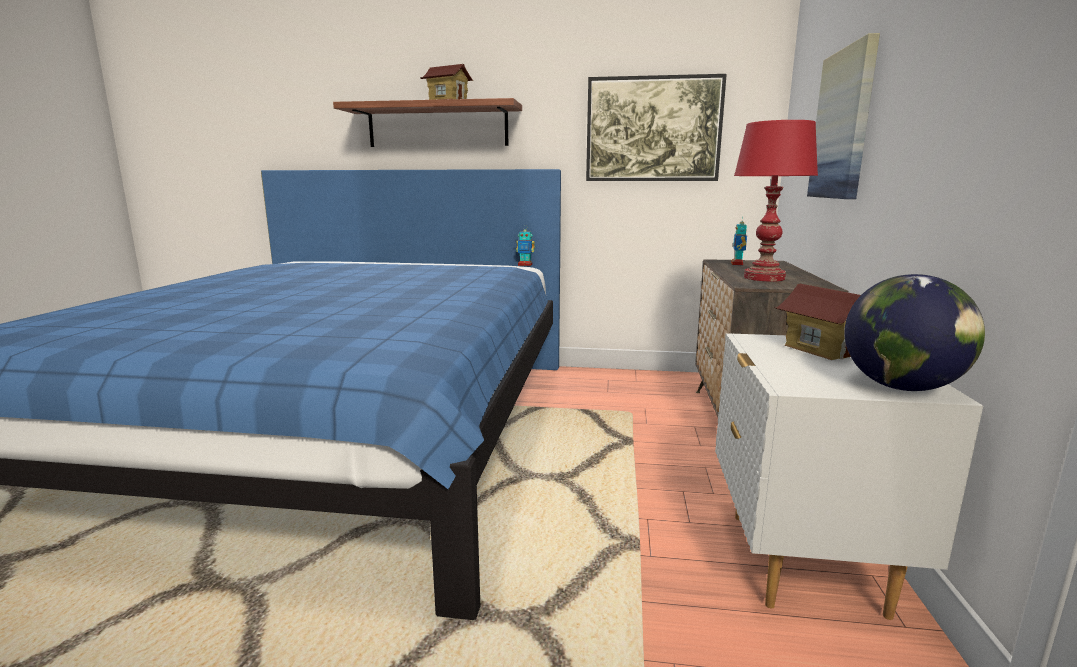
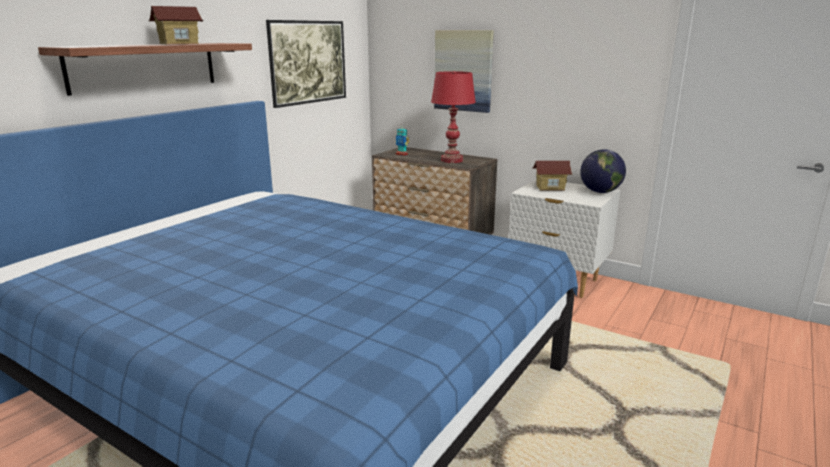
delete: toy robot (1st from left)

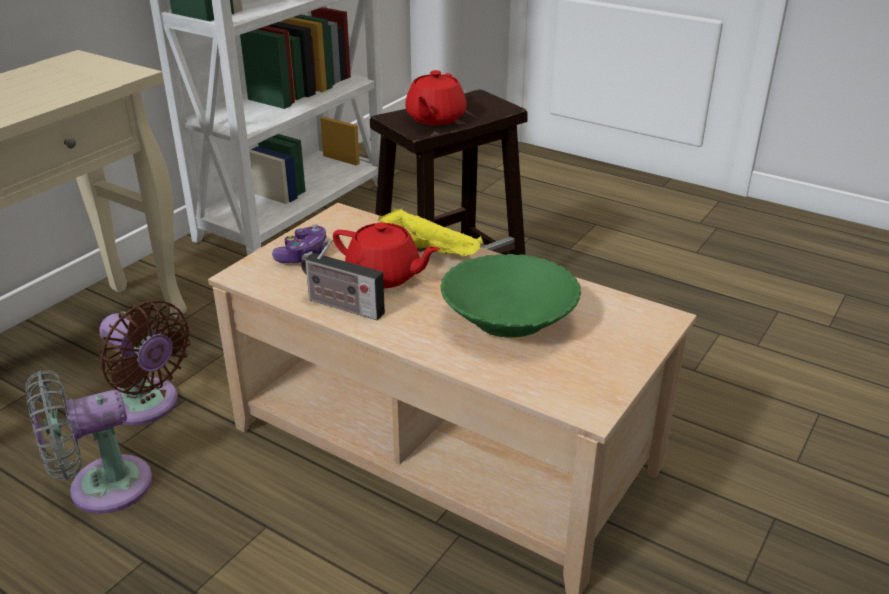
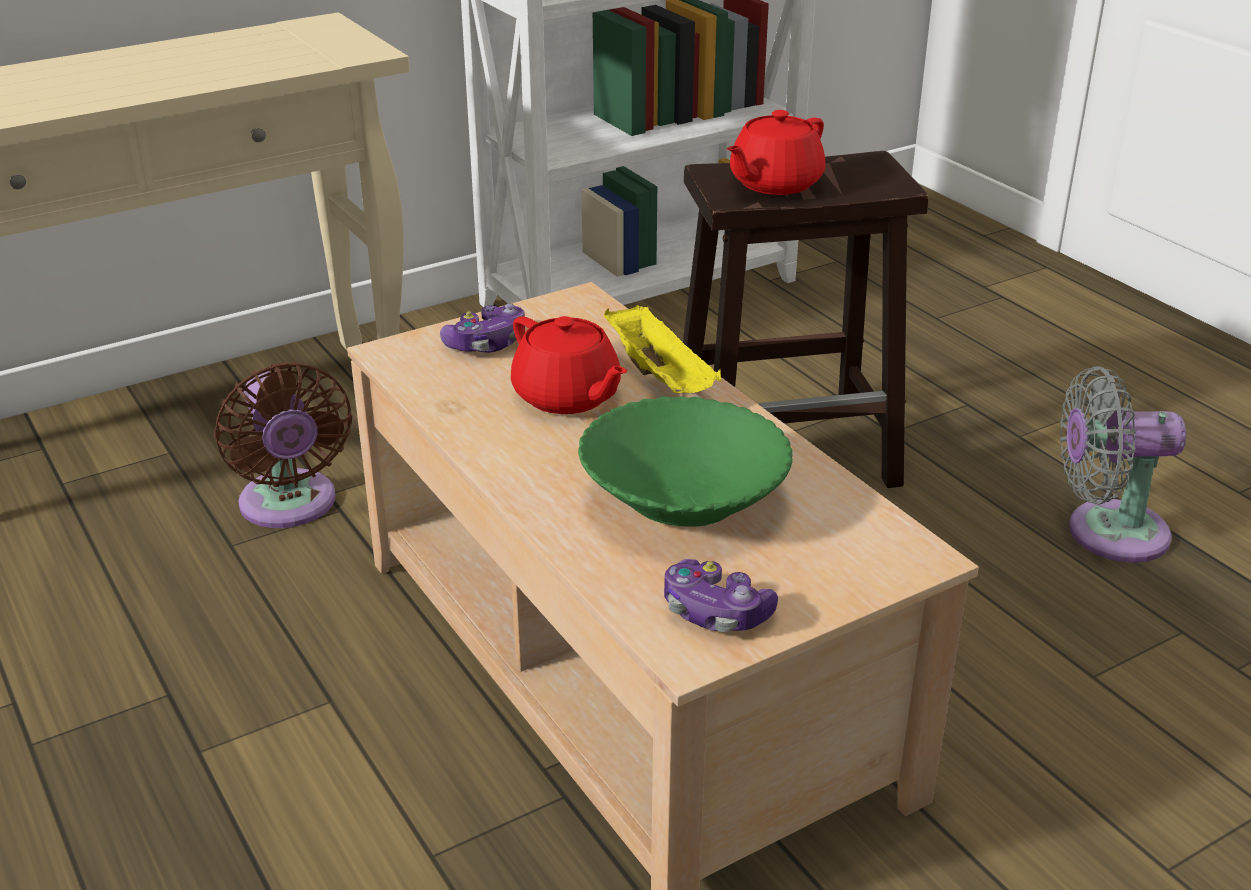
delete: radio
insert: game controller (2nd from left)
move: grey fan

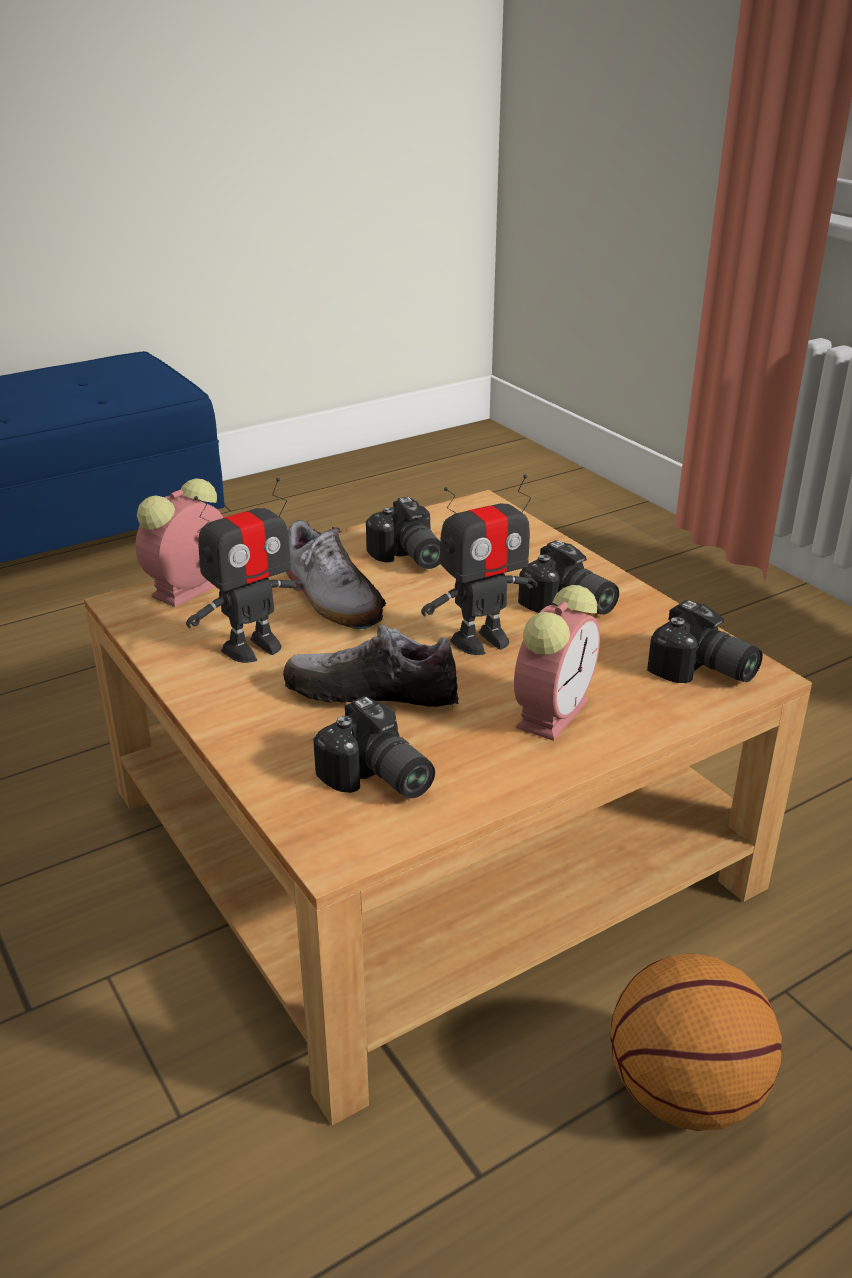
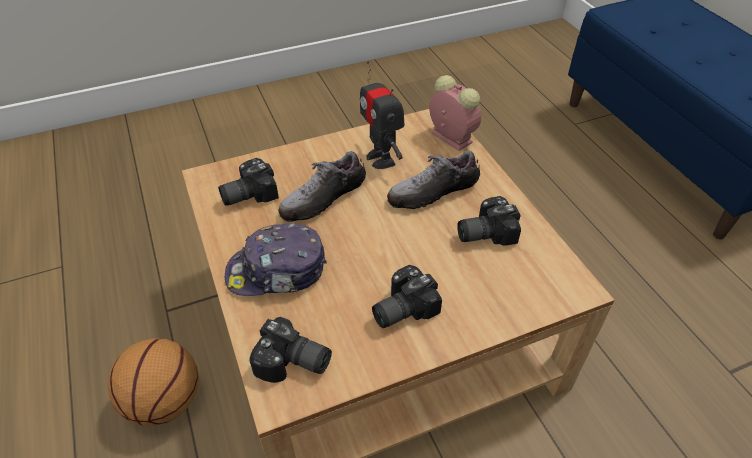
delete: toy robot (2nd from left)
replace: alarm clock (2nd from left) to cap
rotate: shoe (2nd from left in the first image) 150 degrees counterclockwise; photo camera (4th from left in the first image) 120 degrees counterclockwise

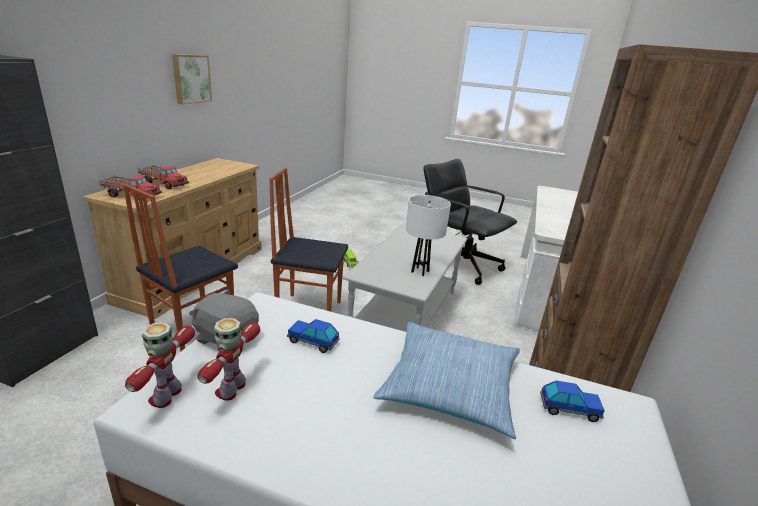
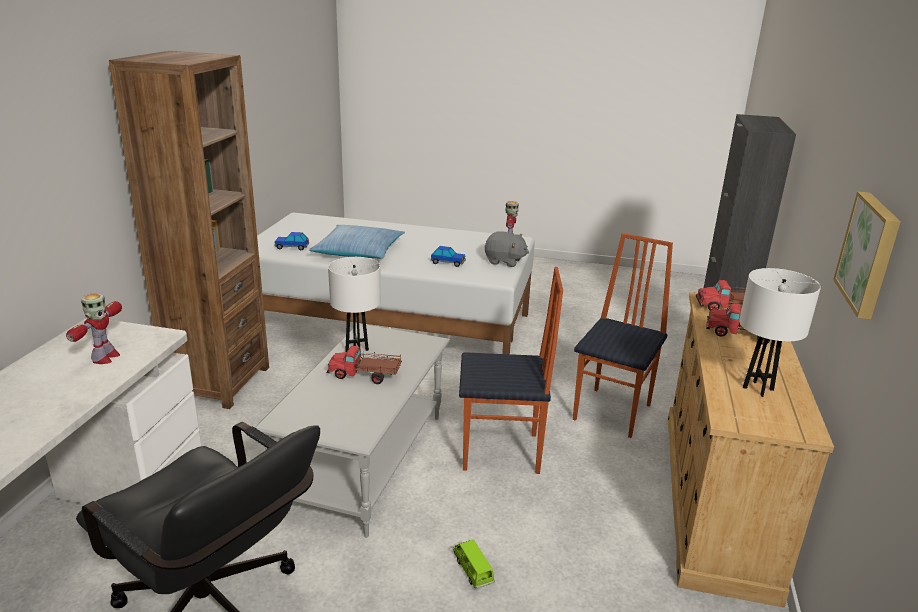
insert: toy truck (1st from left); white table lamp (2nd from left)
move: toy robot (2nd from left in the first image) to toy robot (1st from left)

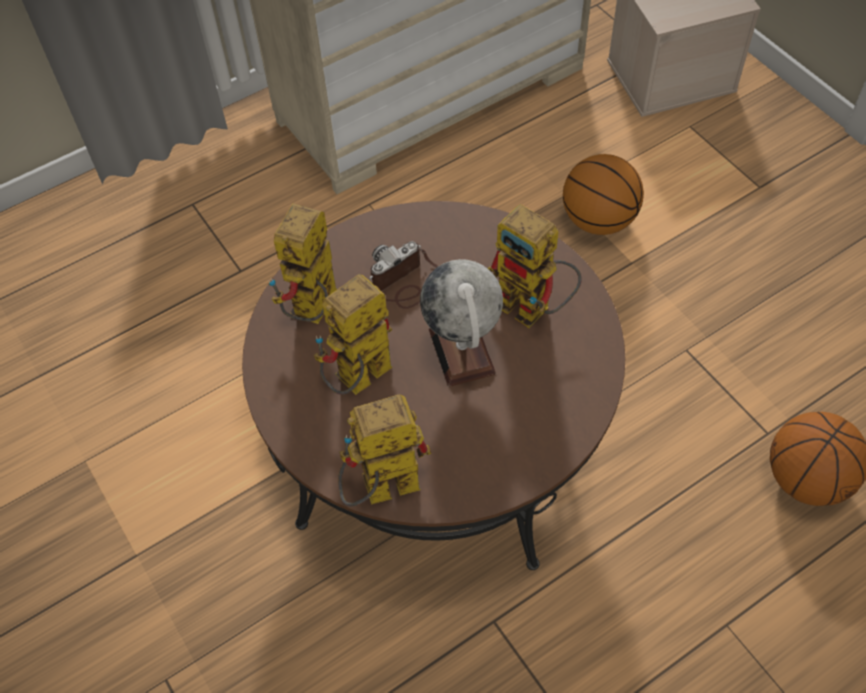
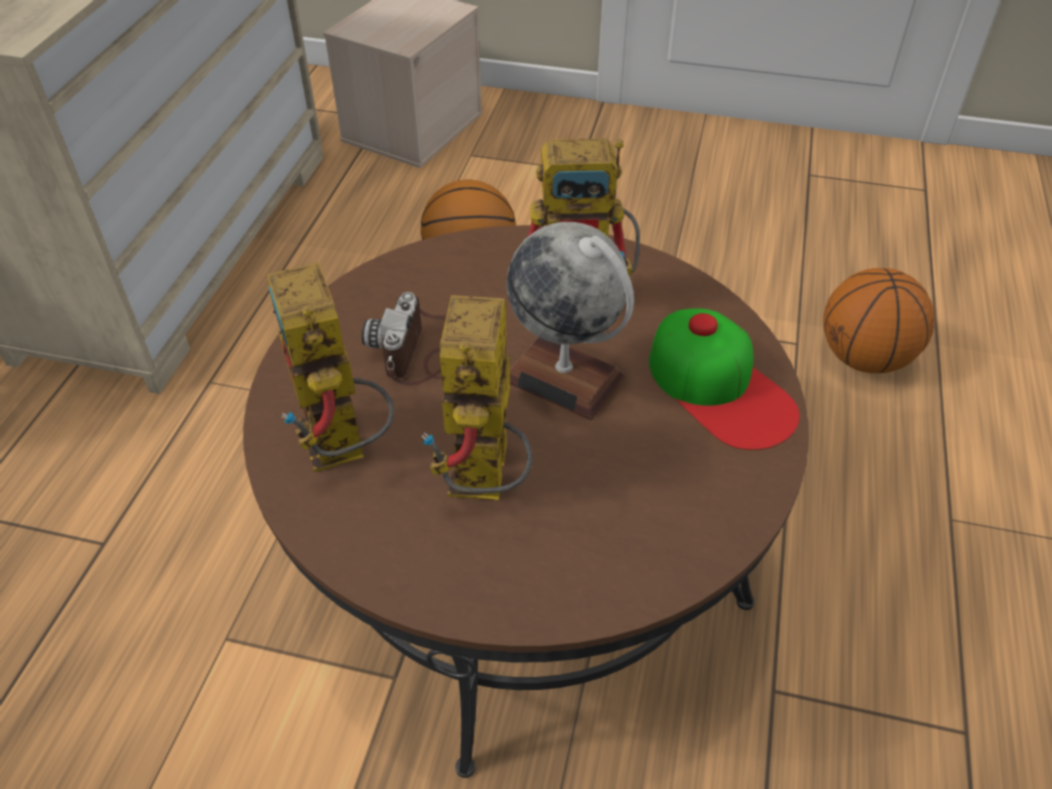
delete: toy robot (3rd from left)
insert: cap

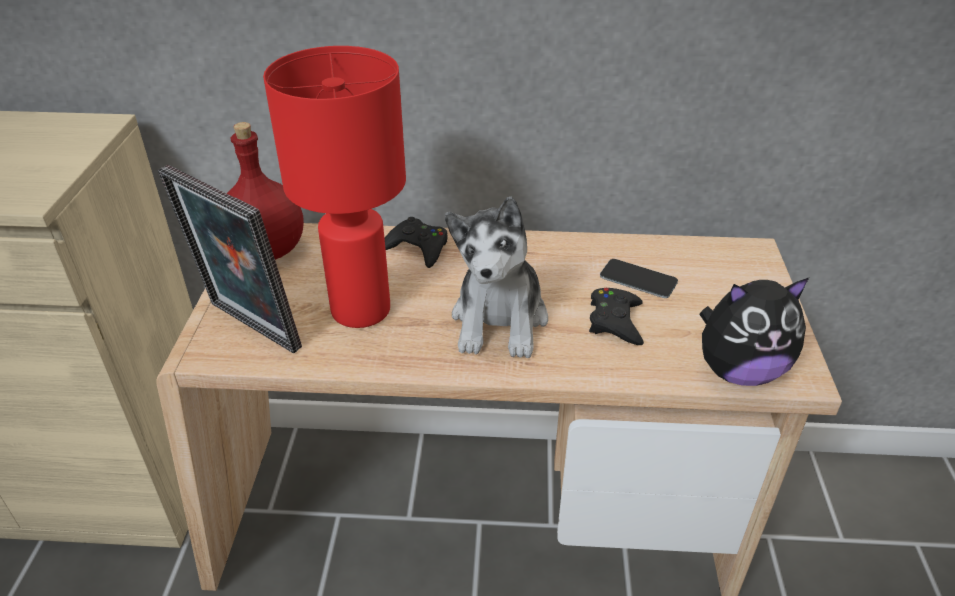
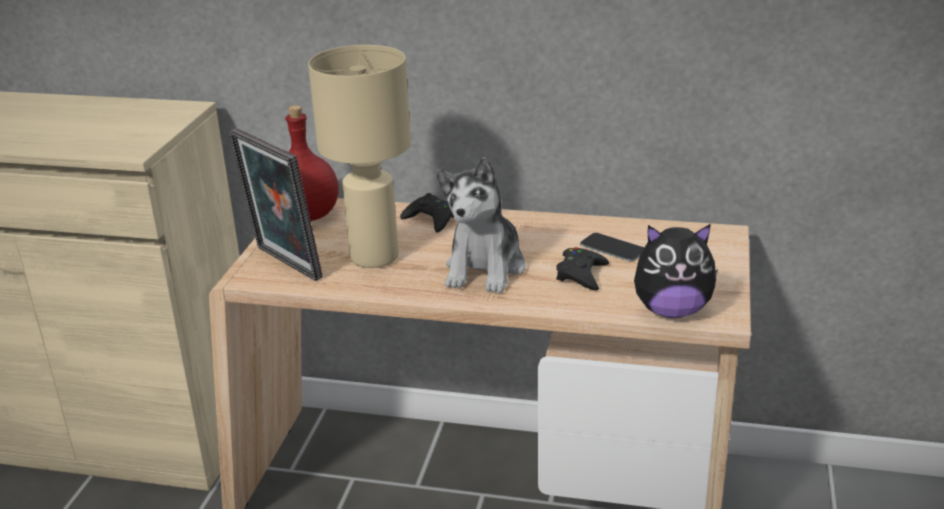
recolor: red table lamp to beige table lamp

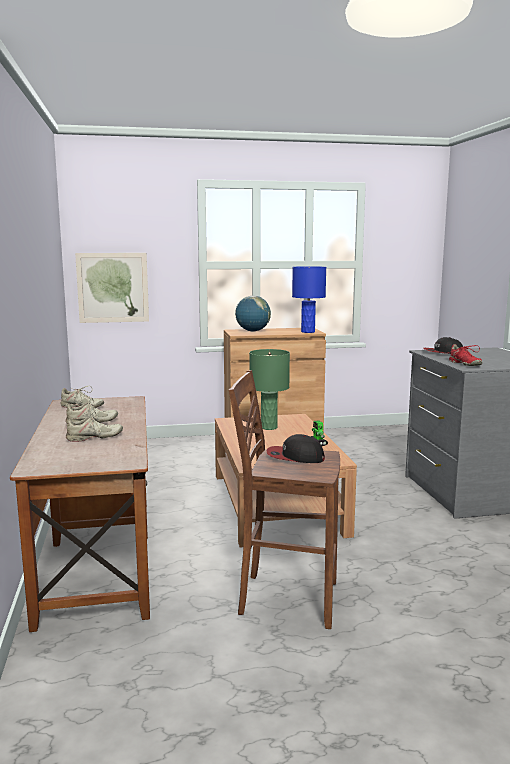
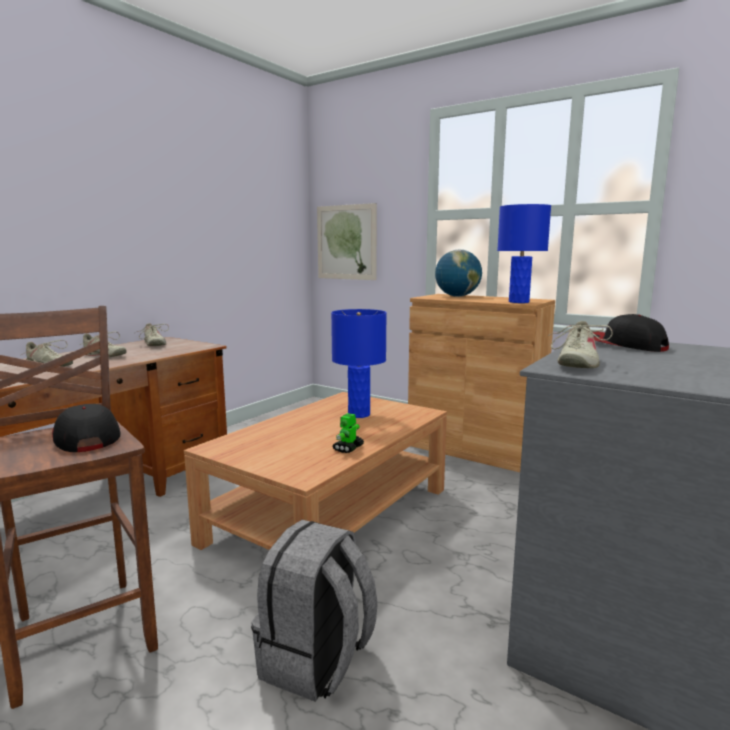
insert: grey backpack
recolor: green table lamp to blue table lamp (1st from left); red shoe to beige shoe (4th from left)

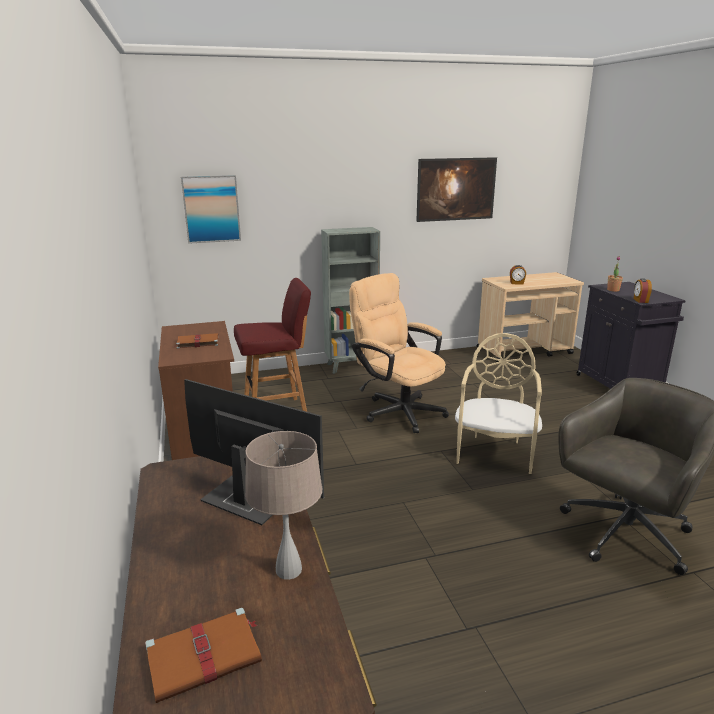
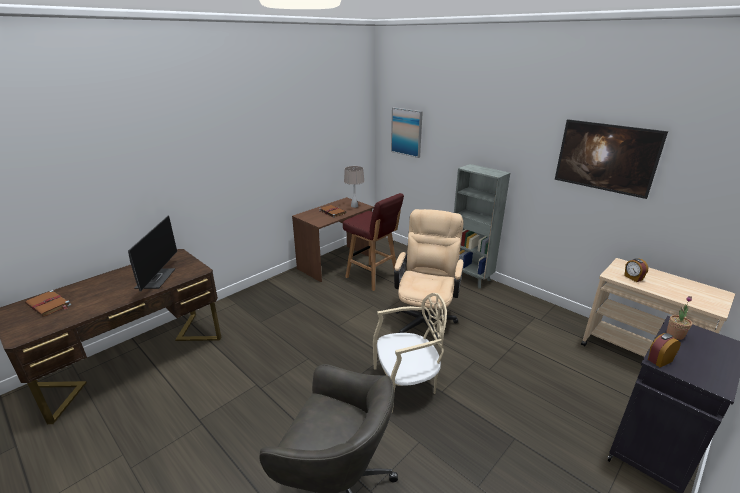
move: beige table lamp

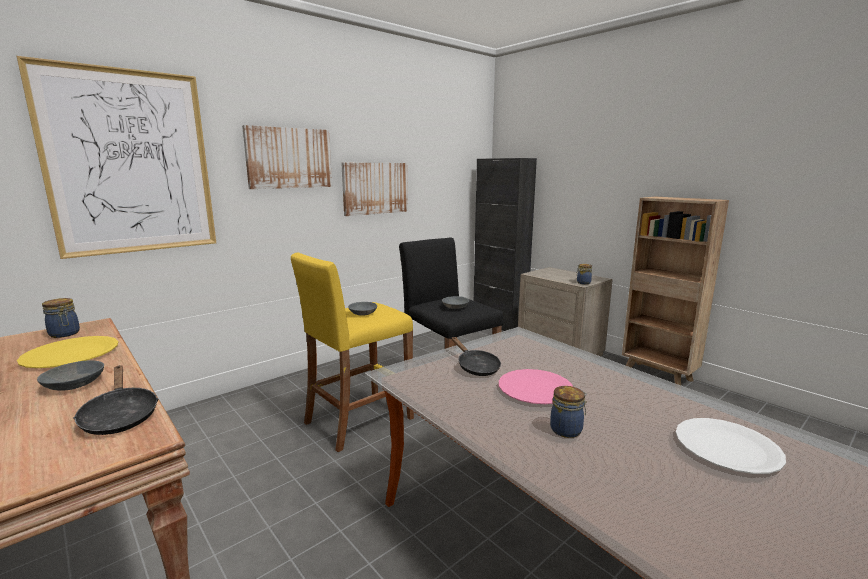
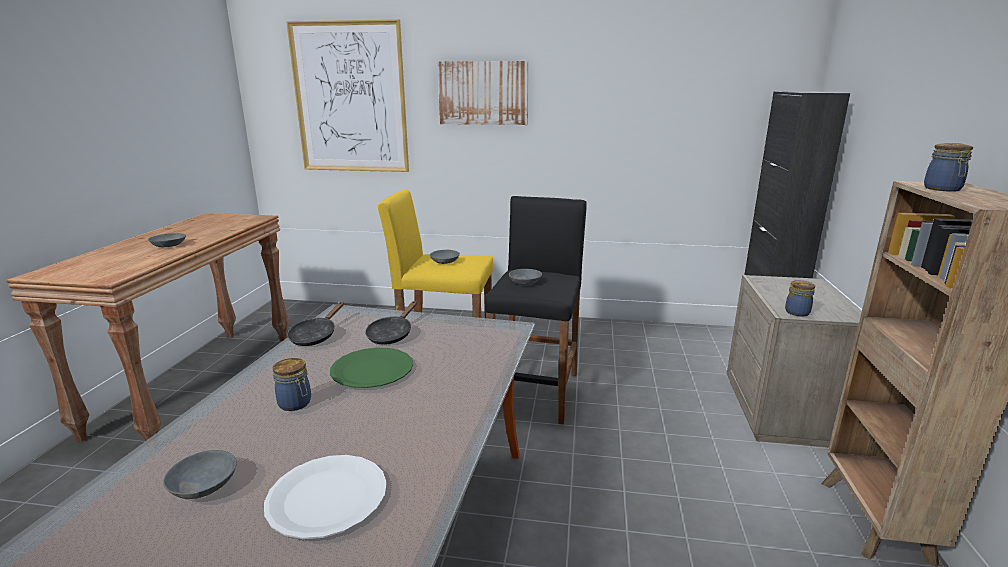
delete: yellow plate; picture (3rd from left)
insert: grey bowl (2nd from left)
move: jar (1st from left in the first image) to jar (3rd from left); black frying pan (1st from left)
recolor: pink plate to green plate

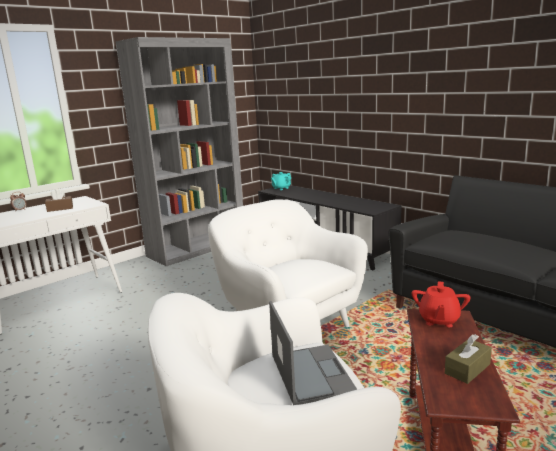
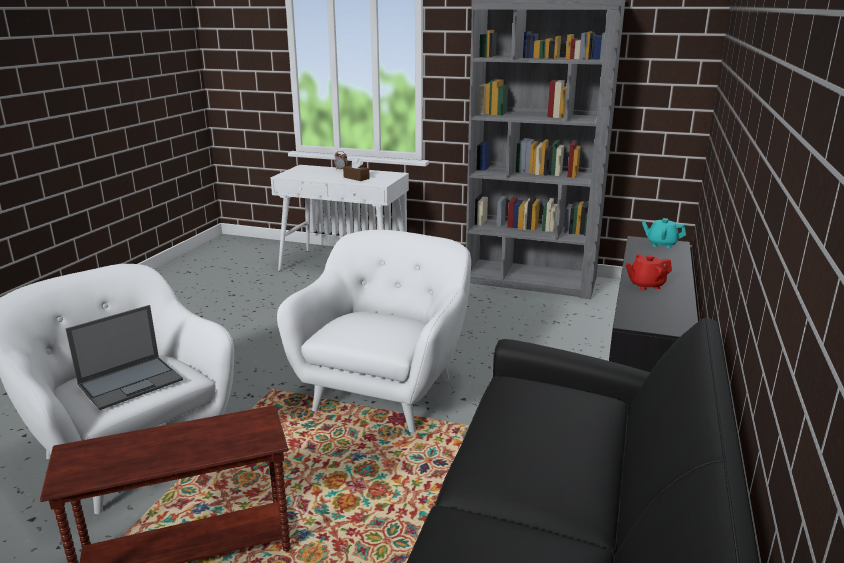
delete: brown tissue box (2nd from left)
move: red teapot

